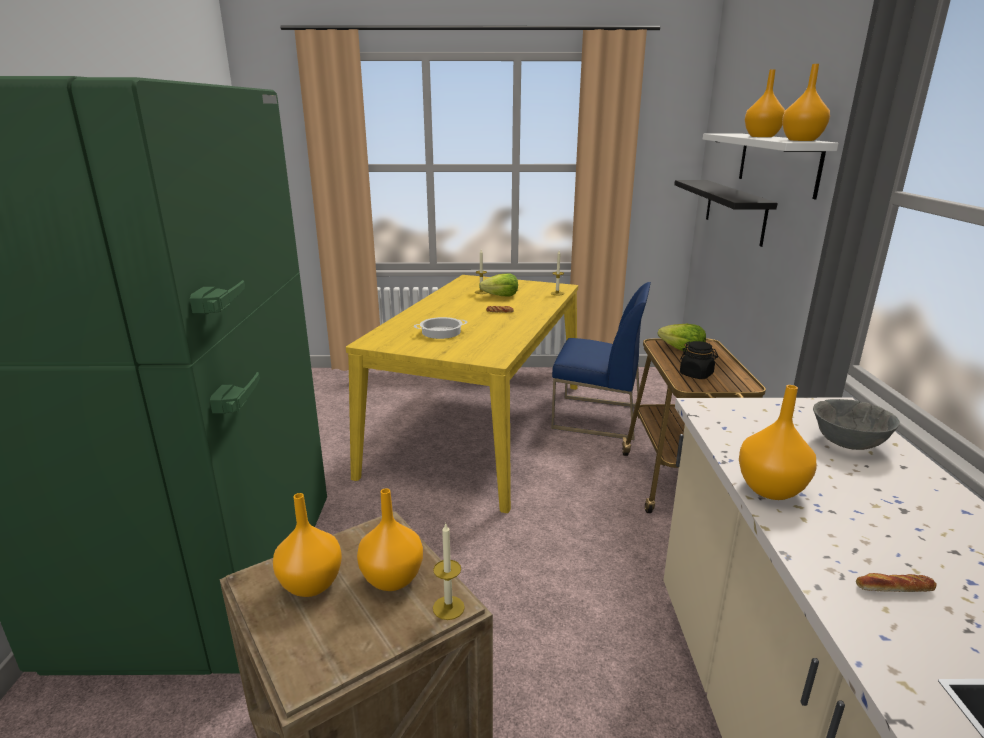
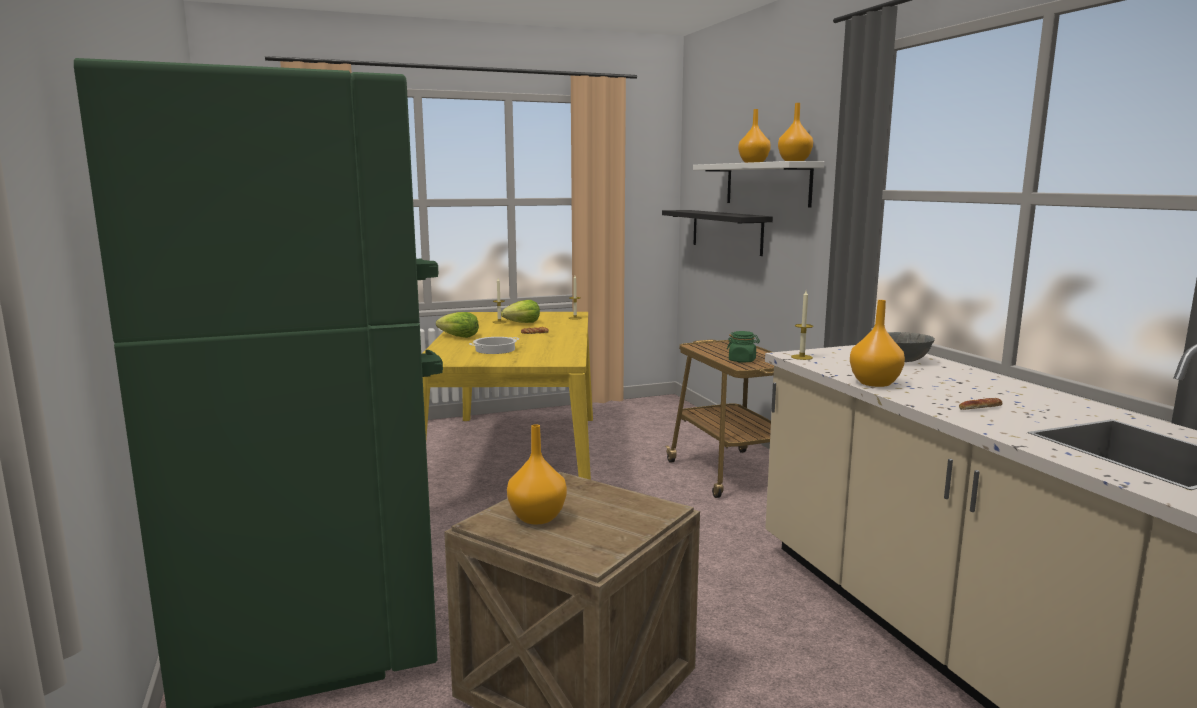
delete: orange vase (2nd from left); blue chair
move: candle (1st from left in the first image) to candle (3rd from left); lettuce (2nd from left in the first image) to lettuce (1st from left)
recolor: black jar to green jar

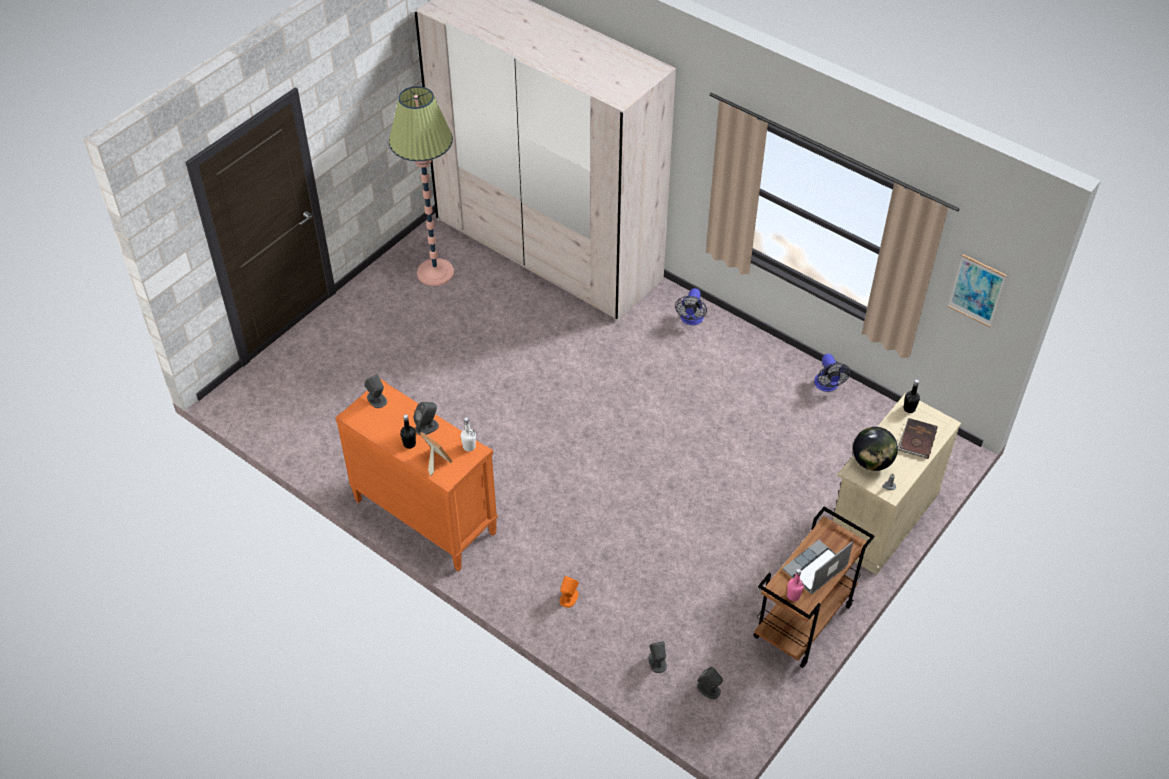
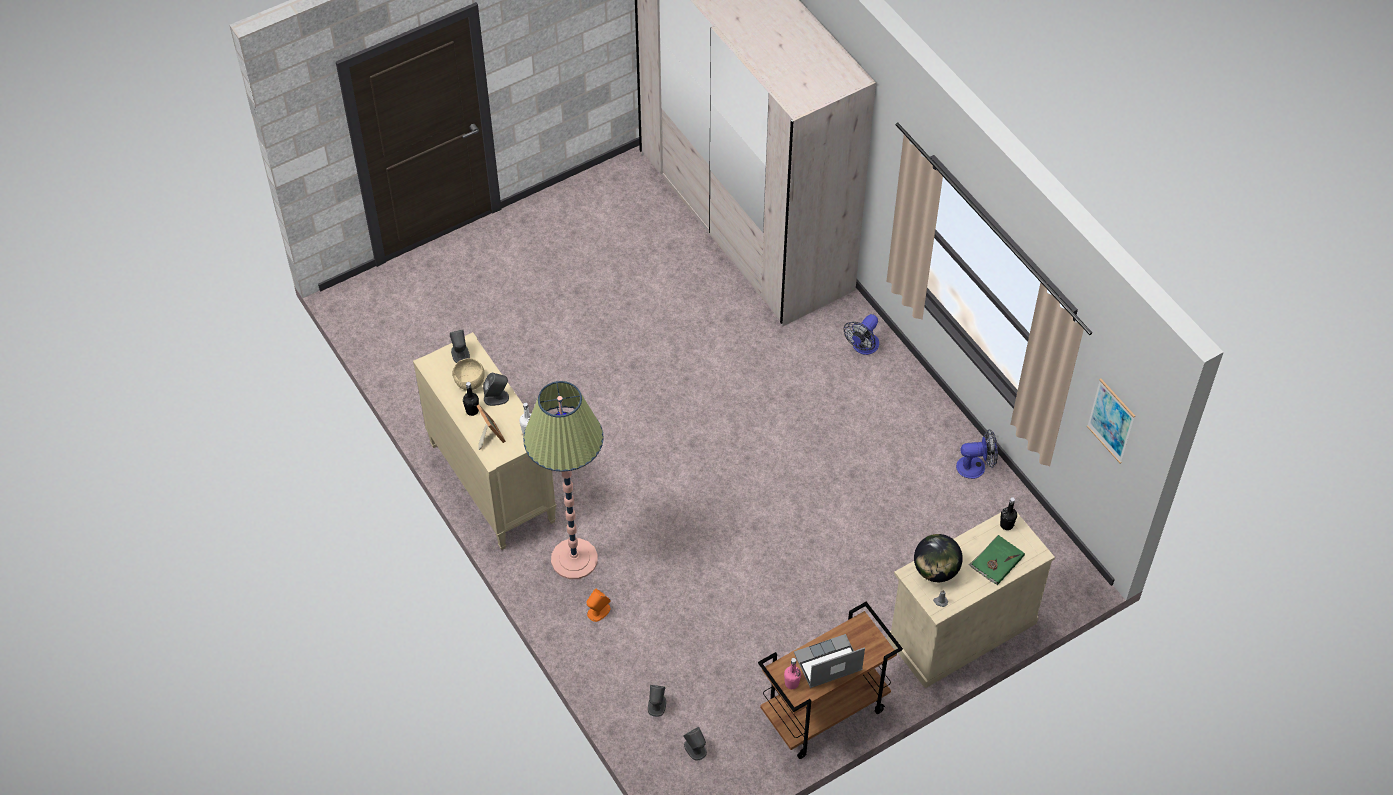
insert: beige bowl
move: floor lamp
recolor: orange dresser to beige dresser; brown book to green book
rotate: fan (2nd from left) 105 degrees counterclockwise

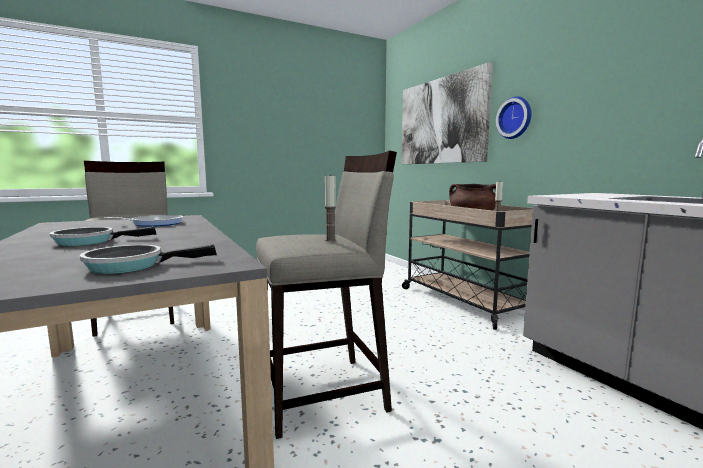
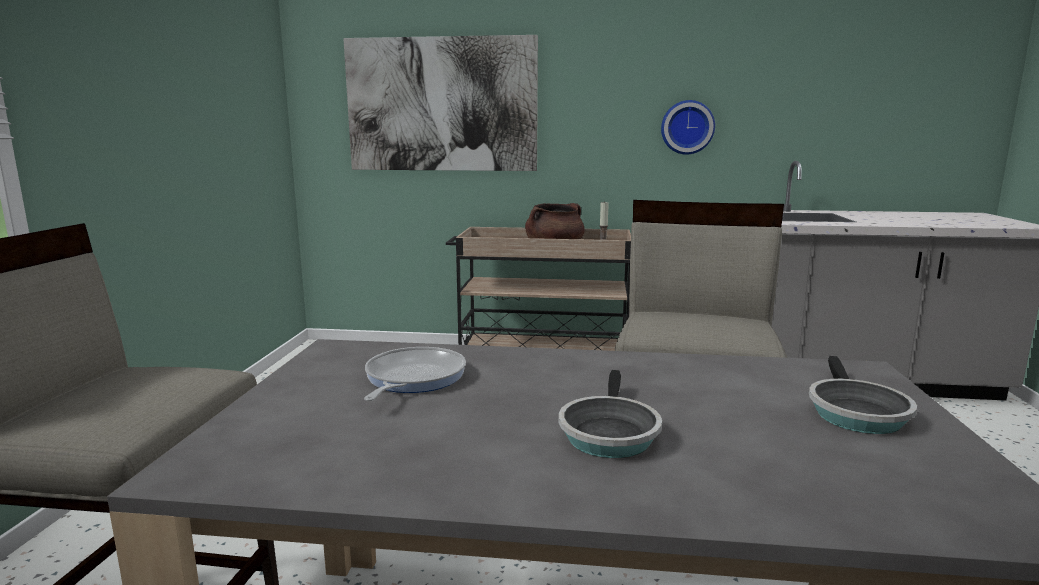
delete: candle (1st from left)
move: wall clock

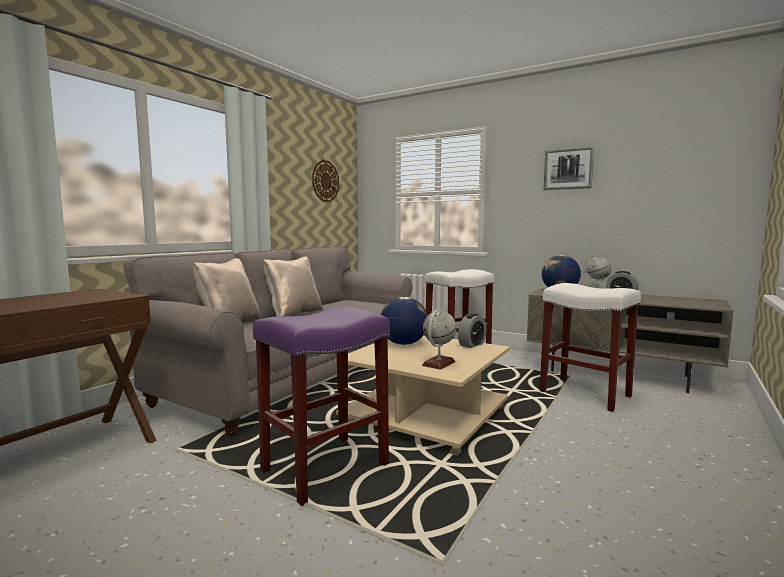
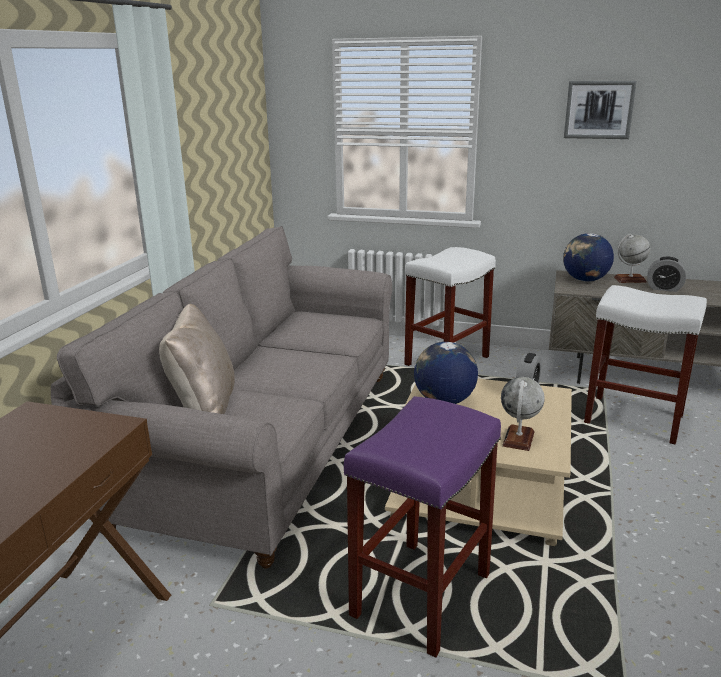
delete: beige pillow (2nd from left); wall clock

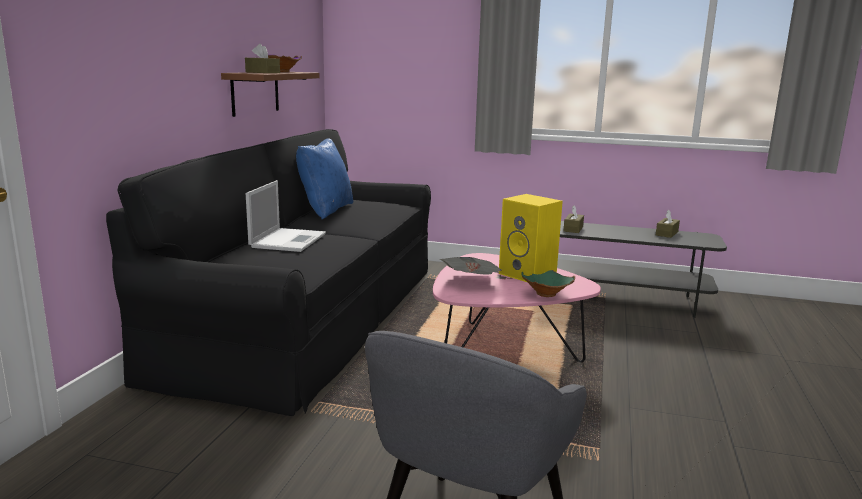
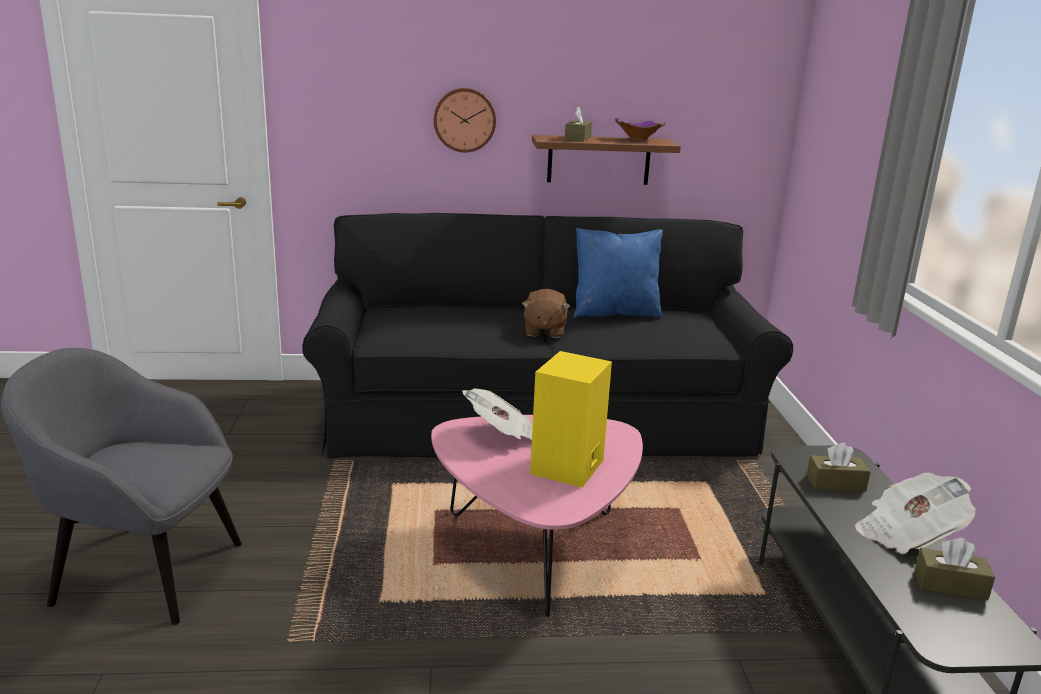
delete: laptop; green bowl
insert: wall clock; brown plush toy; newspaper (2nd from left)

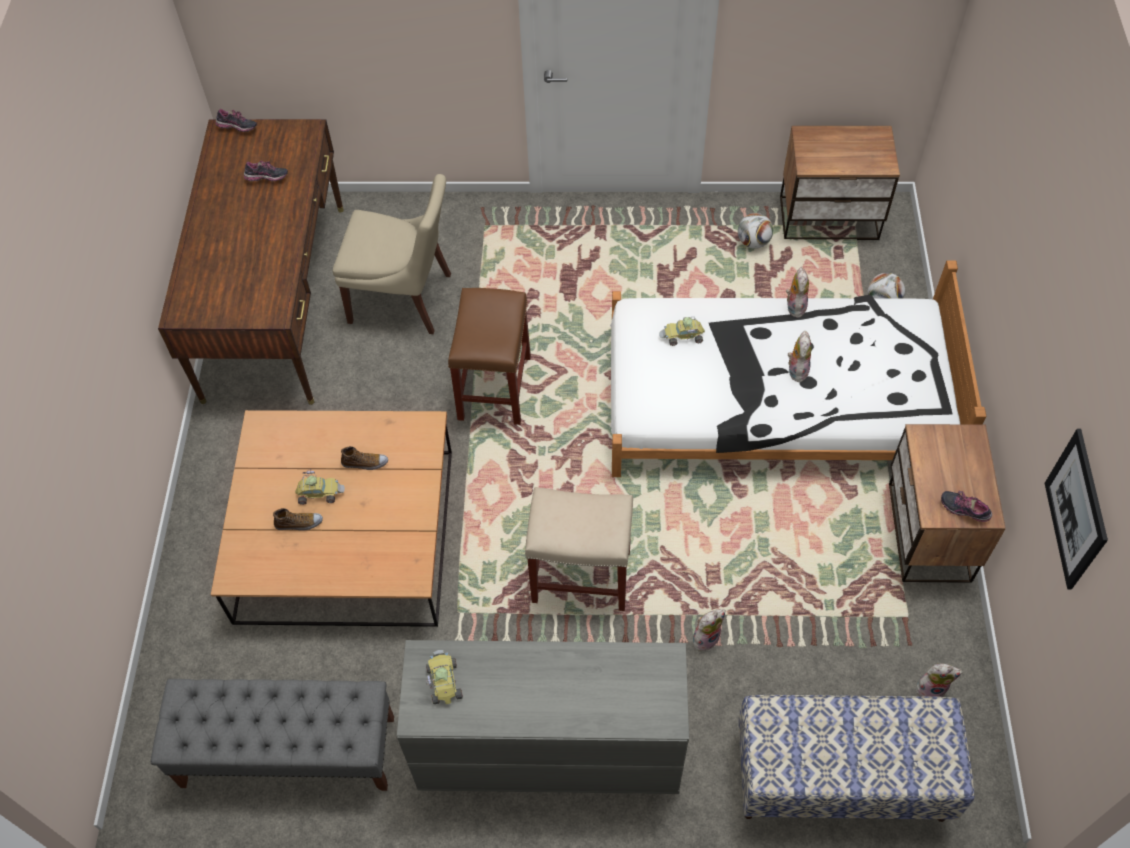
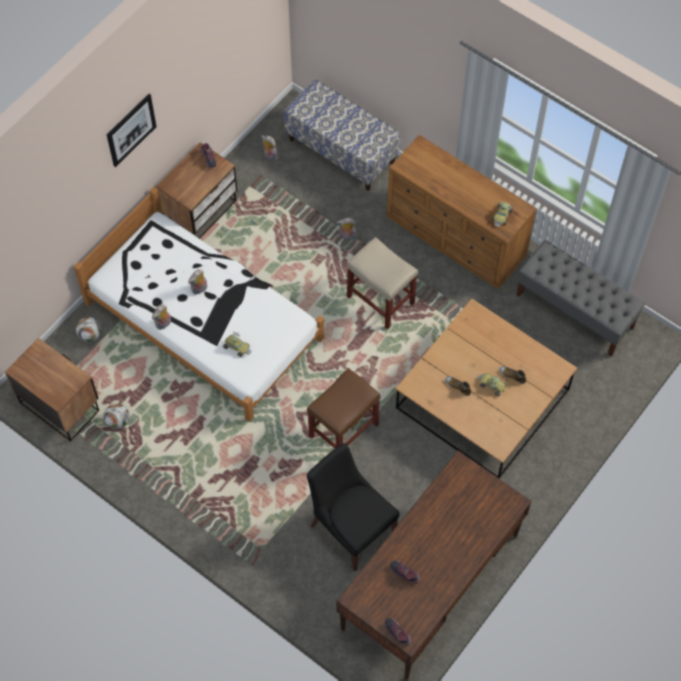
move: picture
recolor: beige chair to black chair; grey dresser to brown dresser

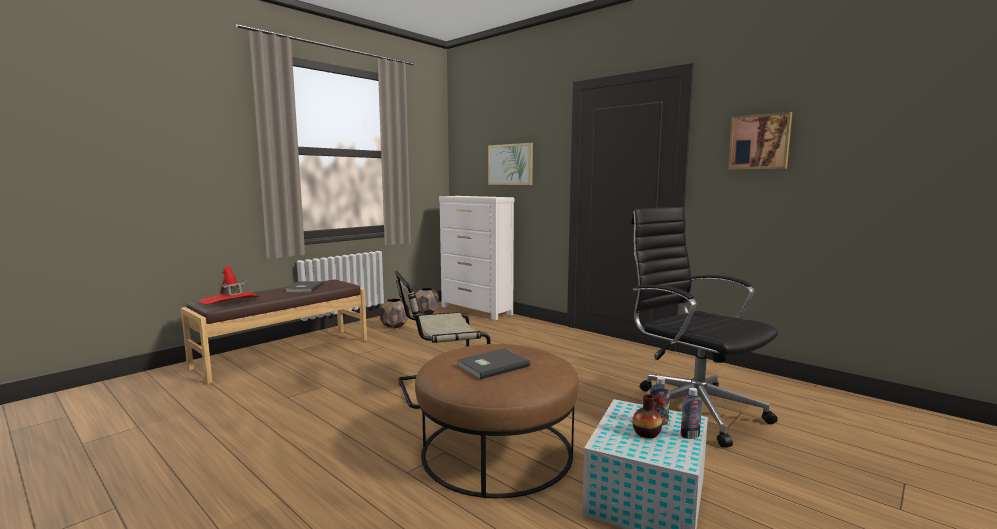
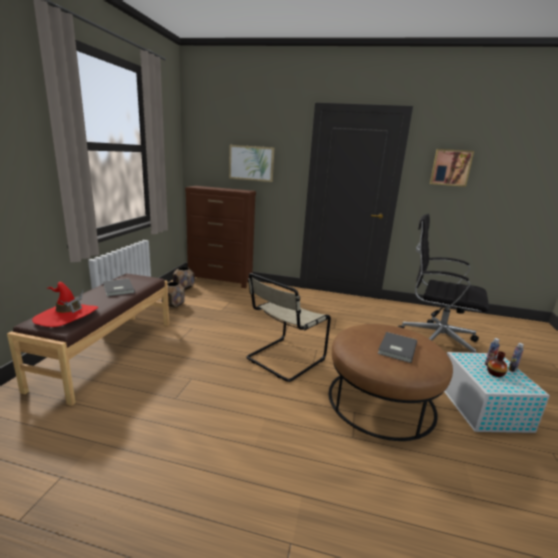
recolor: white dresser to brown dresser

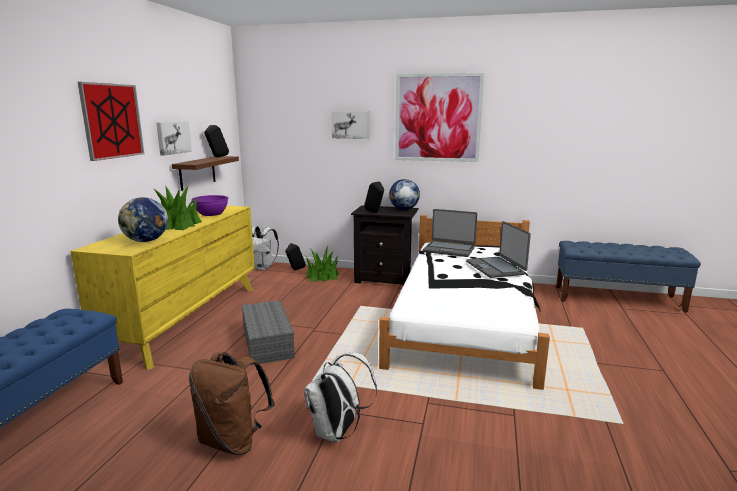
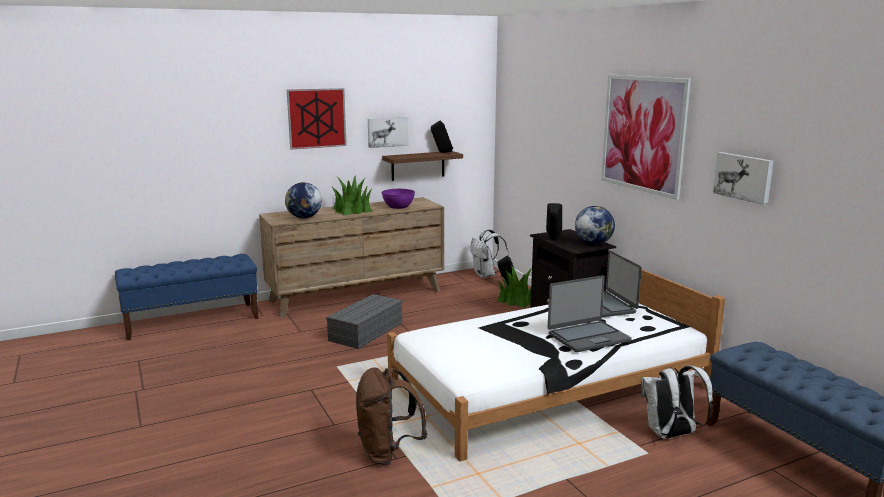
move: brown backpack; white backpack (2nd from left); picture (3rd from left in the first image) to picture (4th from left)
recolor: yellow dresser to brown dresser
rotate: laptop (2nd from left in the first image) 150 degrees counterclockwise

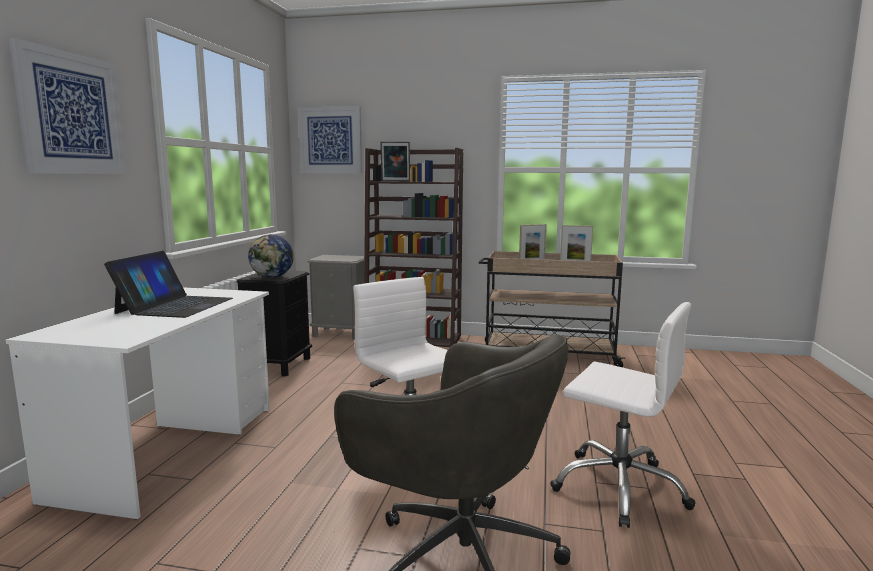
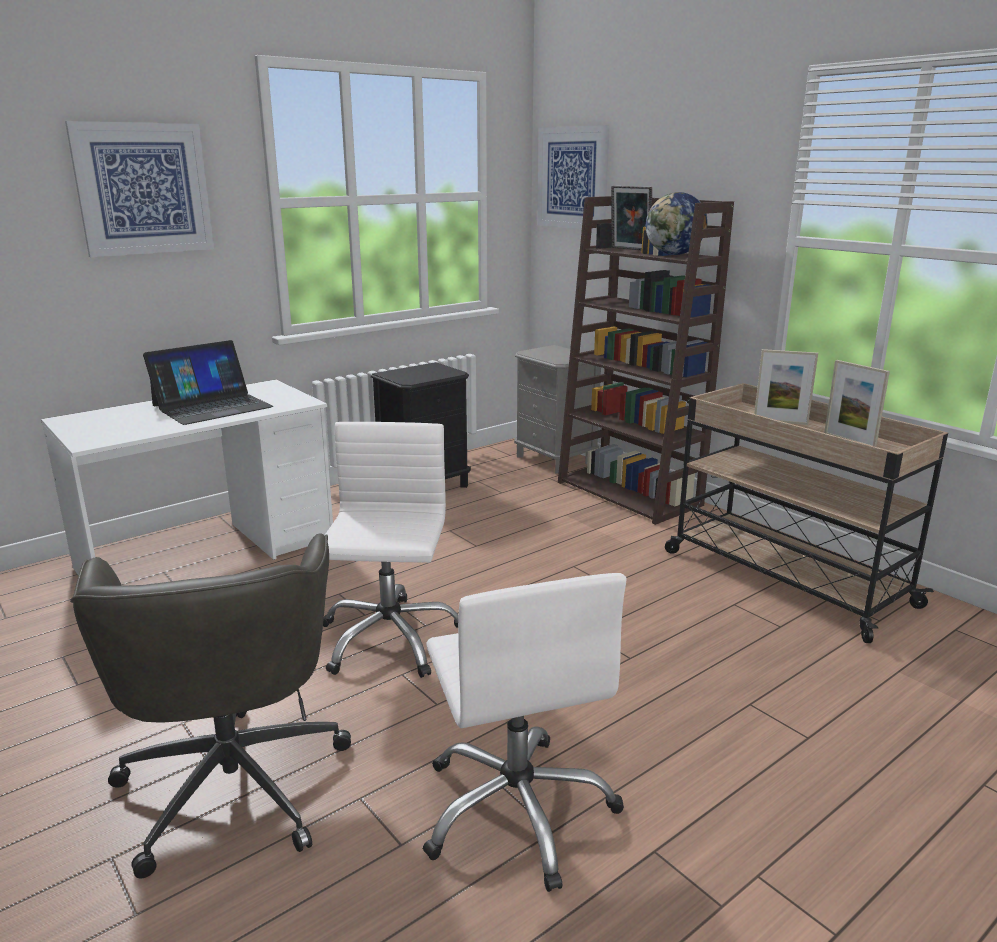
move: globe

